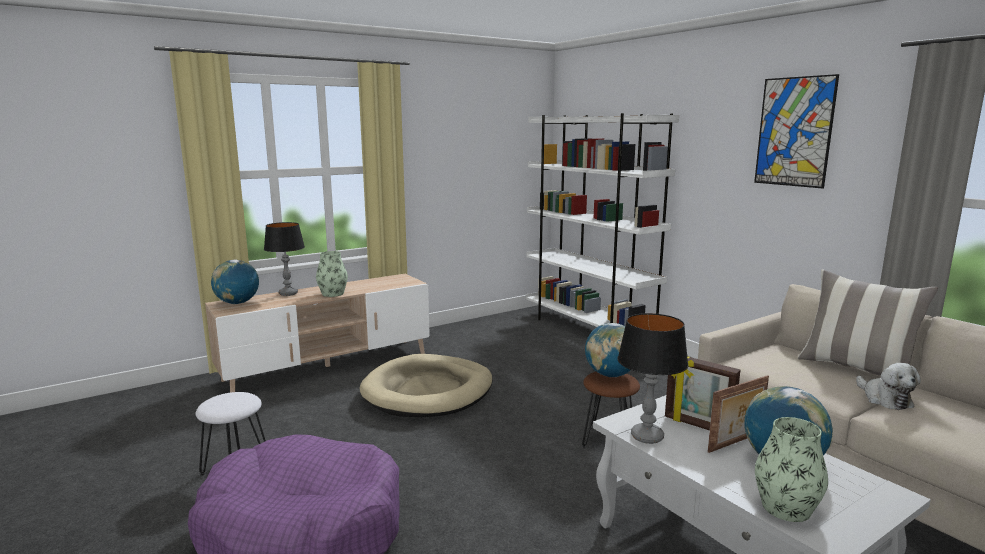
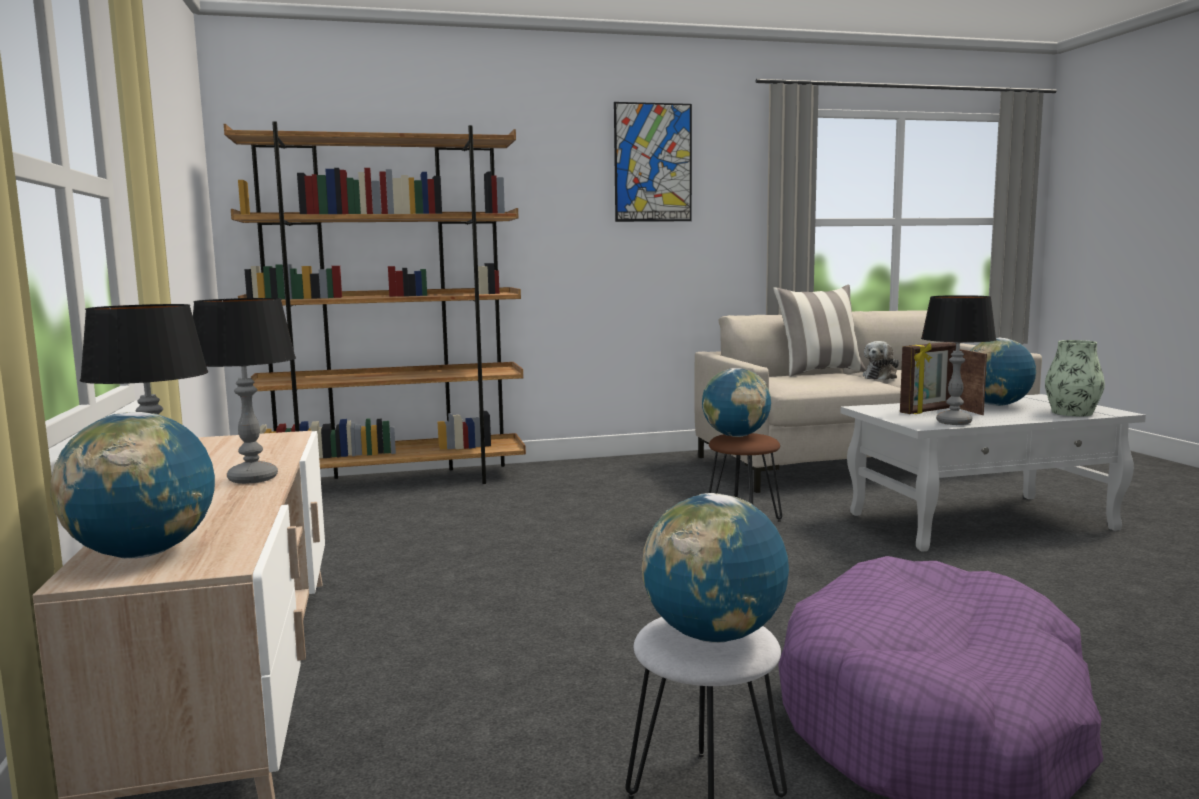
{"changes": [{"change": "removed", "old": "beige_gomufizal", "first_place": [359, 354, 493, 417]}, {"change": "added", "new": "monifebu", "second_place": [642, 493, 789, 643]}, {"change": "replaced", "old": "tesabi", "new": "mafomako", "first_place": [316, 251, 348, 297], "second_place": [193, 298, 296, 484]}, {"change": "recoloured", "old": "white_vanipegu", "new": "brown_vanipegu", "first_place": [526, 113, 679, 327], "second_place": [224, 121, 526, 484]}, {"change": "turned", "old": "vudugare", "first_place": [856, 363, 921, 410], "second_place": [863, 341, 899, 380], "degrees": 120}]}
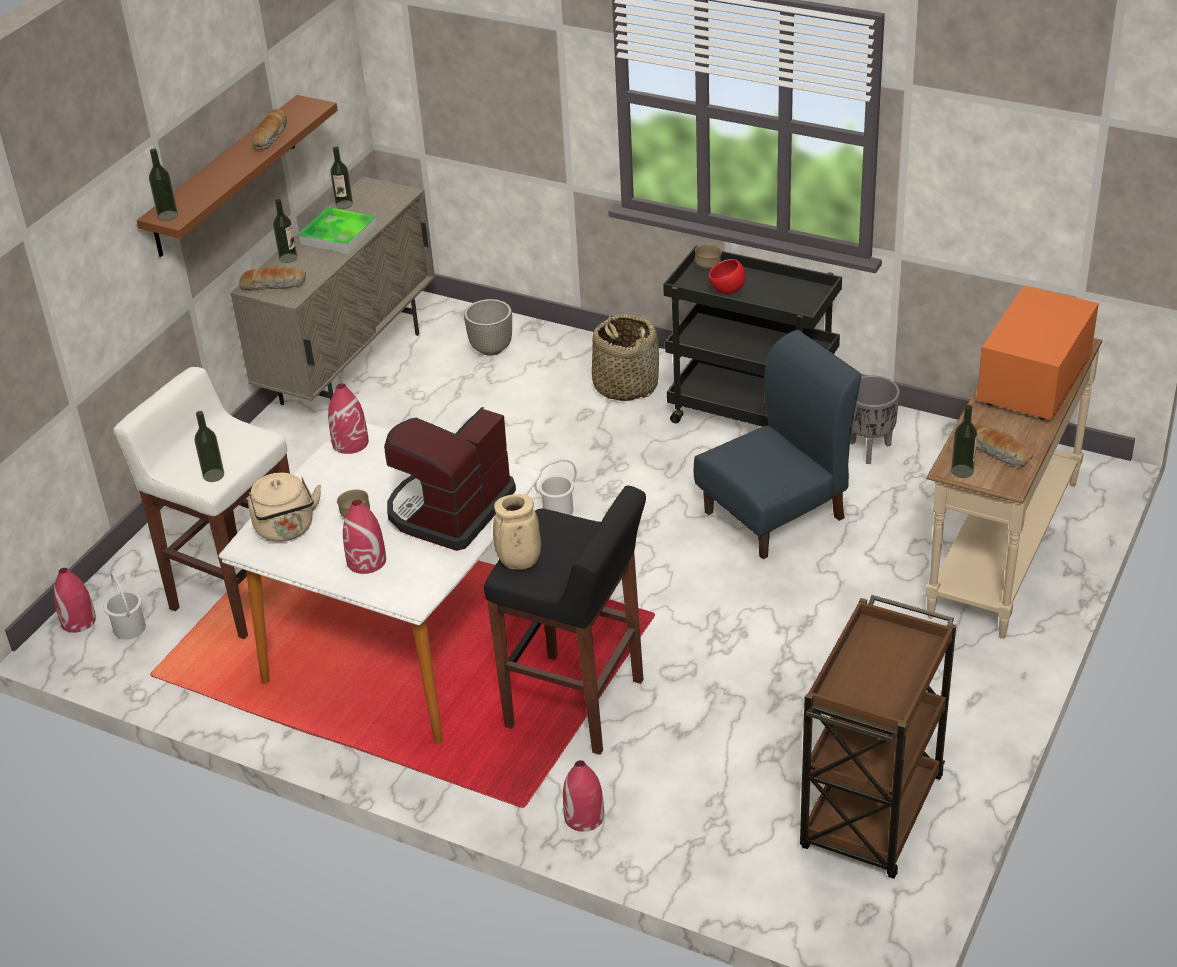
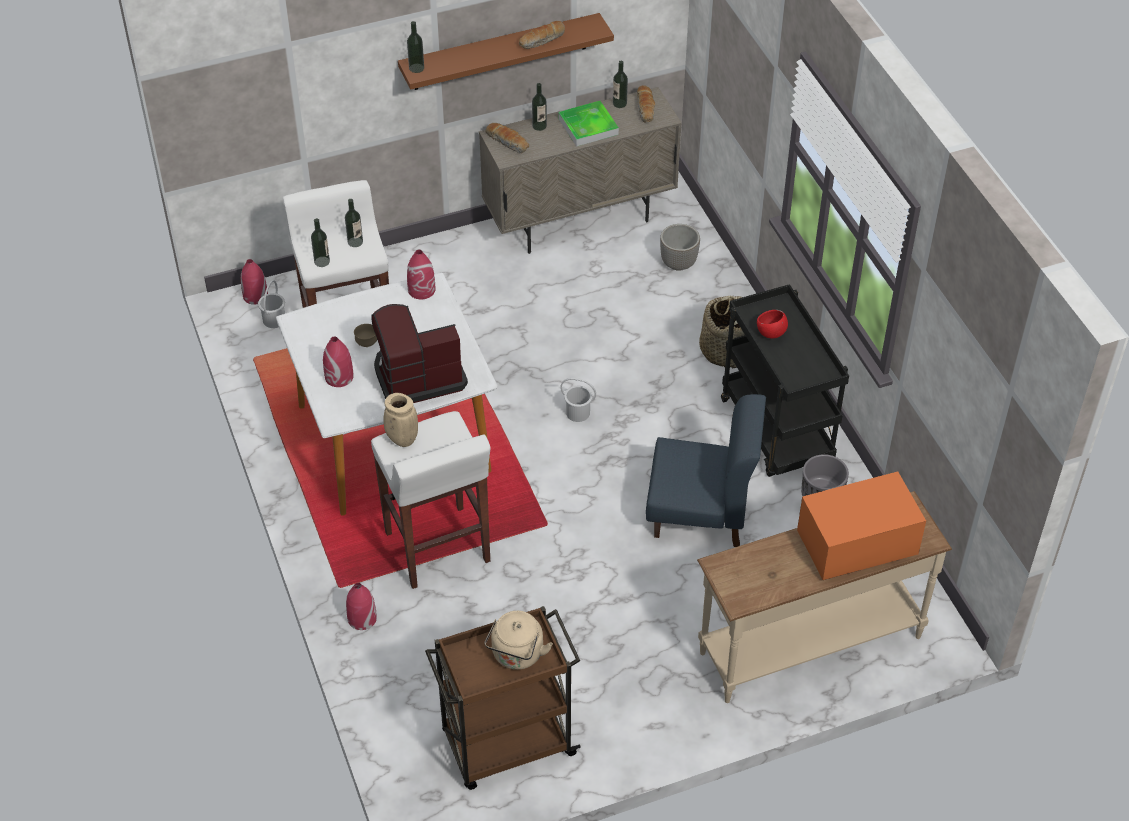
{"changes": [{"change": "removed", "old": "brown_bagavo", "first_place": [695, 244, 722, 271]}, {"change": "moved", "old": "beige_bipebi", "first_place": [248, 473, 321, 542], "second_place": [485, 611, 553, 670]}, {"change": "moved", "old": "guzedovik", "first_place": [951, 405, 977, 478], "second_place": [345, 199, 363, 247]}, {"change": "moved", "old": "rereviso", "first_place": [973, 424, 1033, 467], "second_place": [637, 85, 656, 122]}, {"change": "recoloured", "old": "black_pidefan", "new": "white_pidefan", "first_place": [484, 485, 646, 755], "second_place": [371, 411, 490, 589]}]}
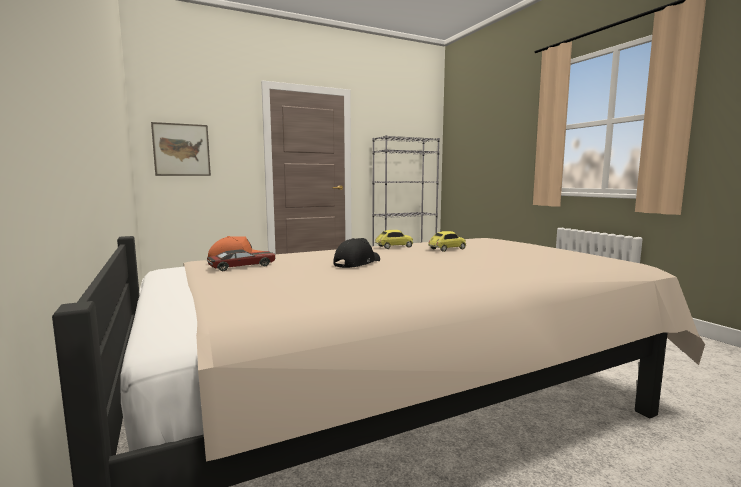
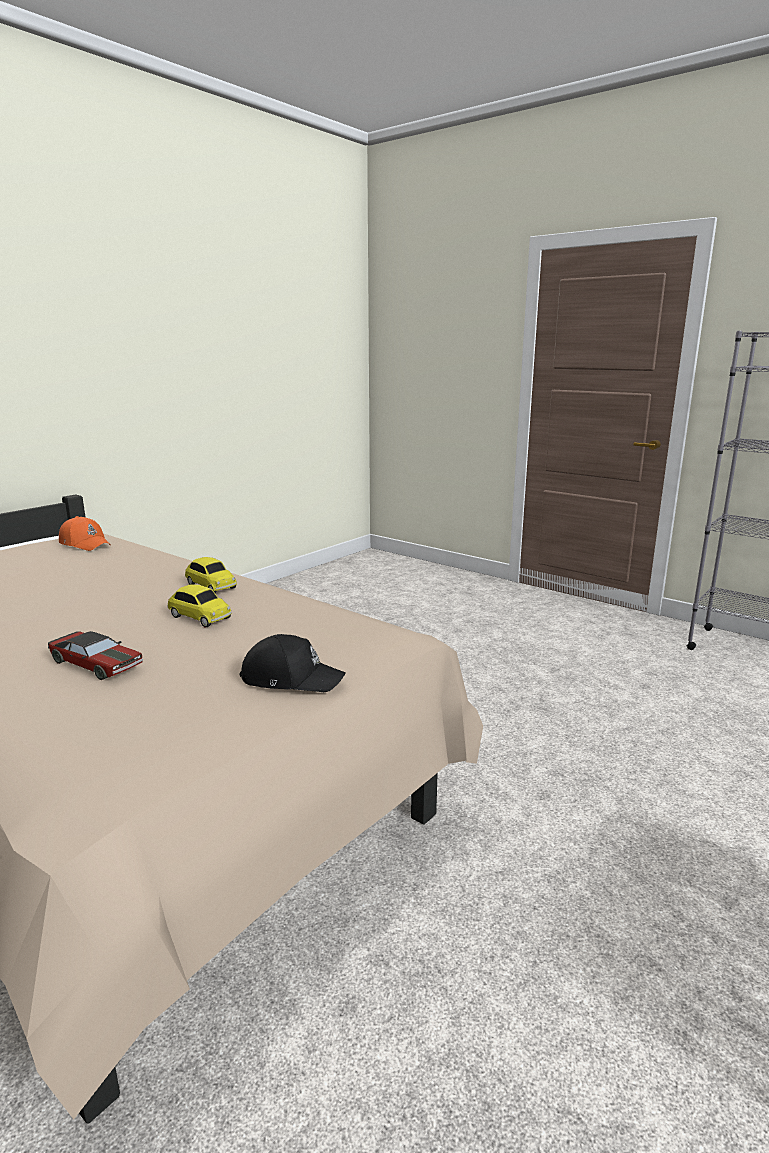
{"changes": [{"change": "removed", "old": "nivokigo", "first_place": [151, 122, 211, 176]}, {"change": "moved", "old": "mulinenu", "first_place": [207, 249, 276, 271], "second_place": [48, 631, 143, 680]}, {"change": "moved", "old": "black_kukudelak", "first_place": [333, 238, 380, 268], "second_place": [240, 634, 346, 692]}]}
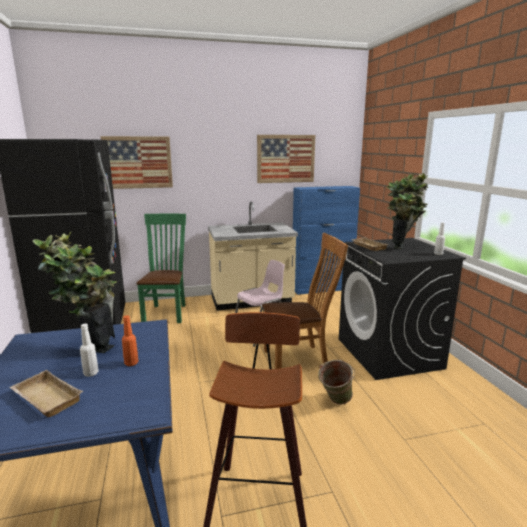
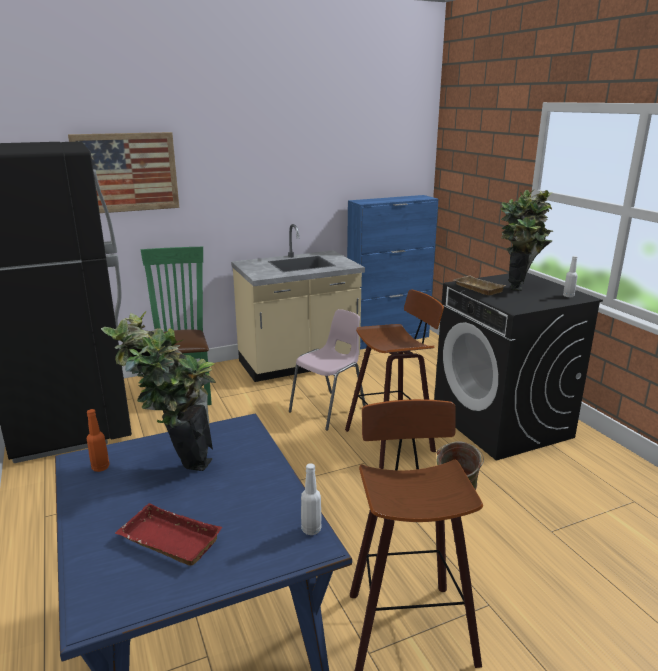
{"changes": [{"change": "removed", "old": "nivokigo", "first_place": [257, 135, 315, 183]}, {"change": "moved", "old": "white_guzedovik", "first_place": [80, 324, 99, 377], "second_place": [301, 463, 322, 535]}, {"change": "moved", "old": "orange_guzedovik", "first_place": [122, 315, 139, 366], "second_place": [87, 409, 110, 472]}, {"change": "replaced", "old": "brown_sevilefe", "new": "pidefan", "first_place": [262, 233, 348, 369], "second_place": [345, 290, 444, 469]}, {"change": "recoloured", "old": "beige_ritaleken", "new": "red_ritaleken", "first_place": [9, 370, 83, 417], "second_place": [115, 503, 222, 566]}]}
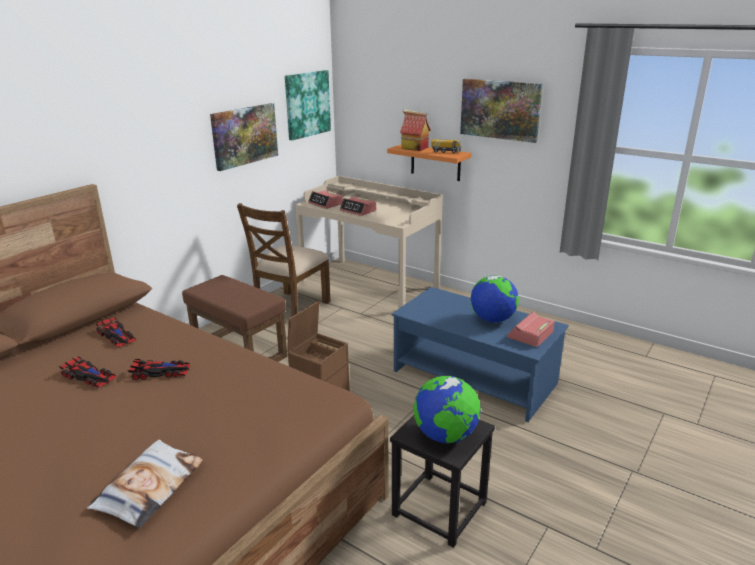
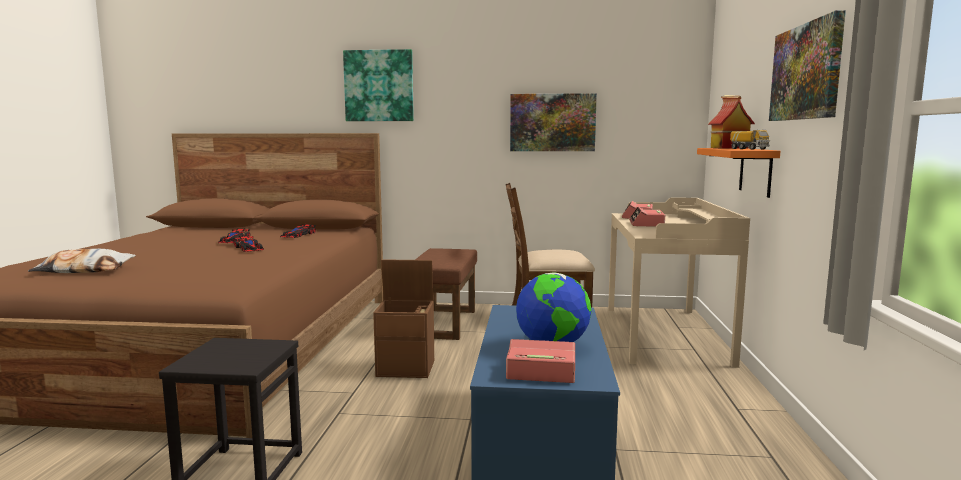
{"changes": [{"change": "removed", "old": "monifebu", "first_place": [413, 376, 481, 443]}, {"change": "moved", "old": "nivokigo", "first_place": [285, 70, 331, 140], "second_place": [343, 49, 414, 121]}]}
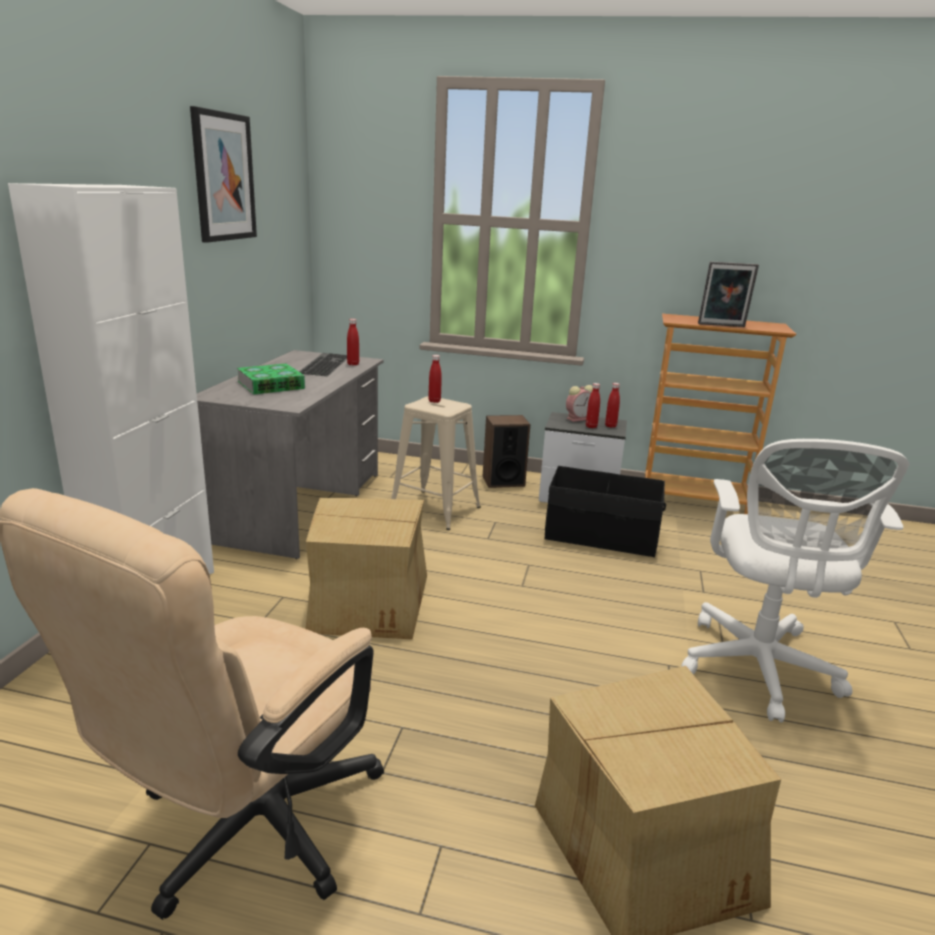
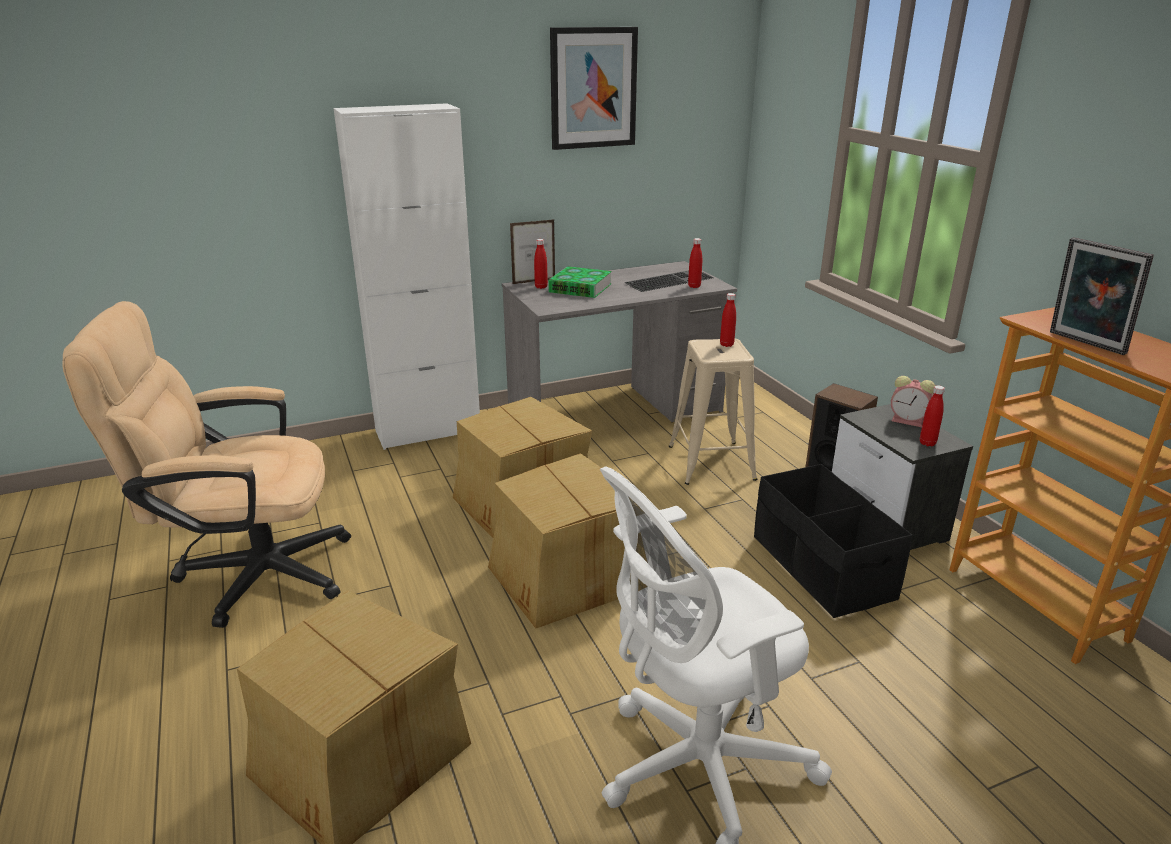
{"changes": [{"change": "added", "new": "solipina", "second_place": [488, 453, 646, 629]}, {"change": "added", "new": "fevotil", "second_place": [510, 219, 555, 284]}, {"change": "moved", "old": "red_guzedovik", "first_place": [586, 383, 600, 428], "second_place": [534, 239, 548, 289]}]}
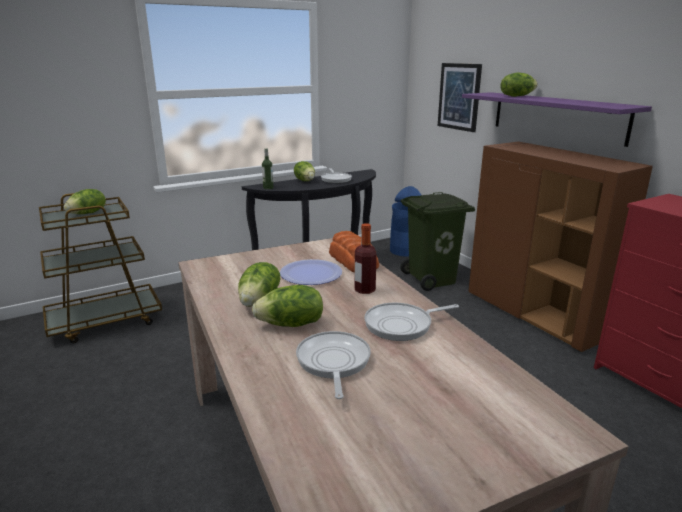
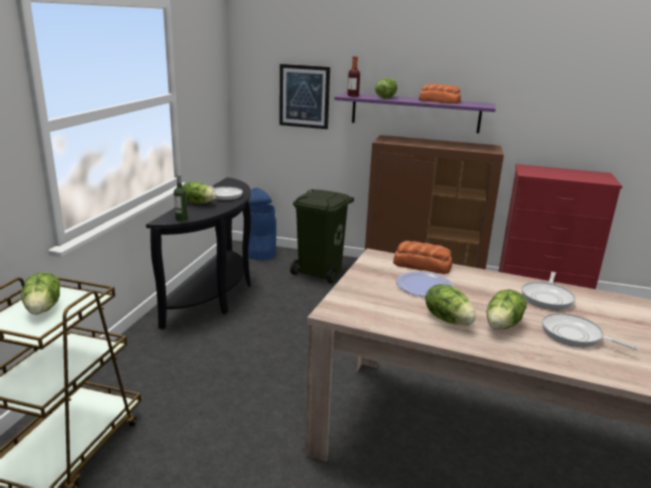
{"changes": [{"change": "added", "new": "rereviso", "second_place": [419, 83, 461, 104]}, {"change": "moved", "old": "guzedovik", "first_place": [354, 223, 377, 294], "second_place": [347, 56, 360, 97]}]}
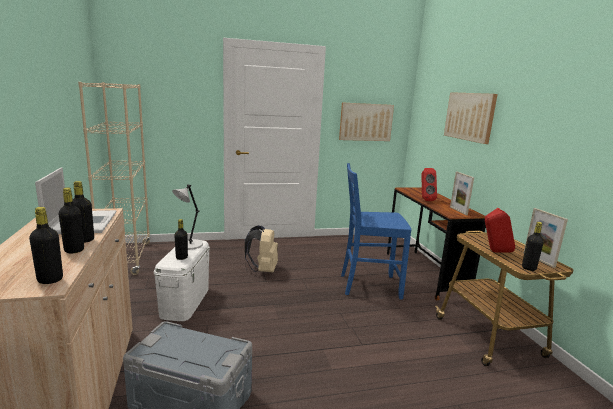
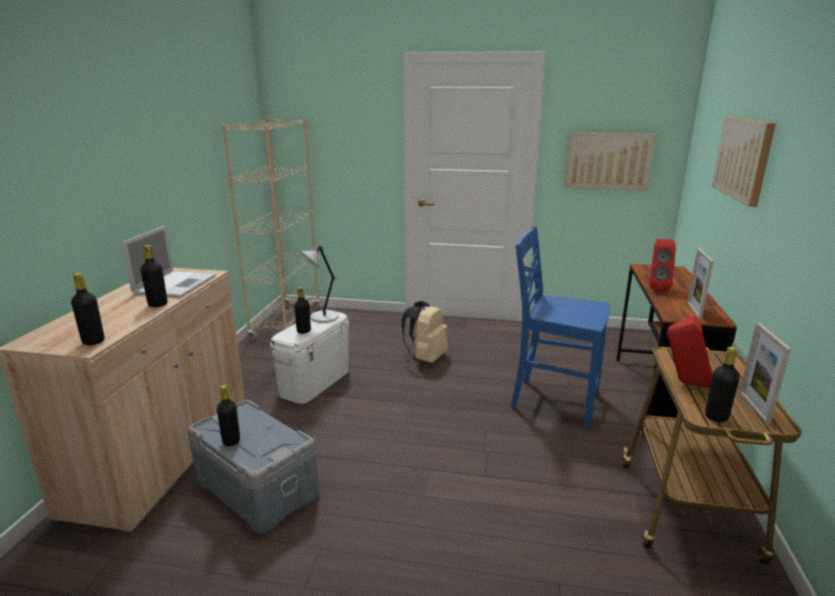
{"changes": [{"change": "moved", "old": "black_guzedovik", "first_place": [59, 187, 84, 253], "second_place": [217, 385, 240, 446]}]}
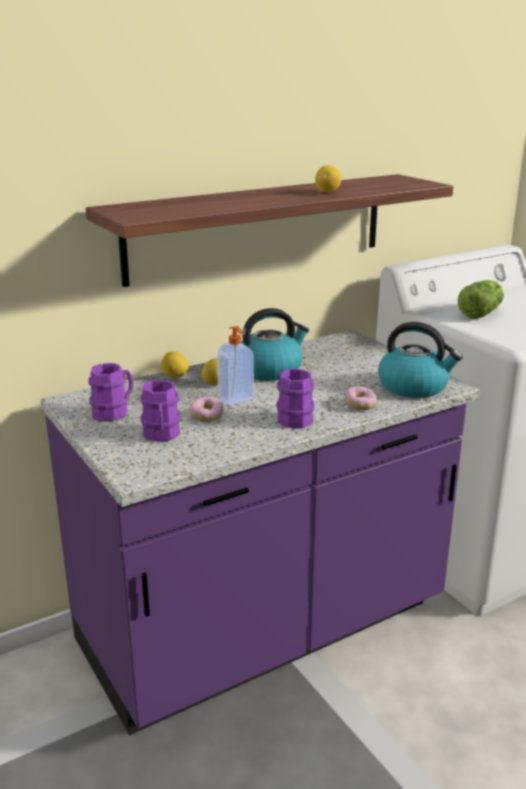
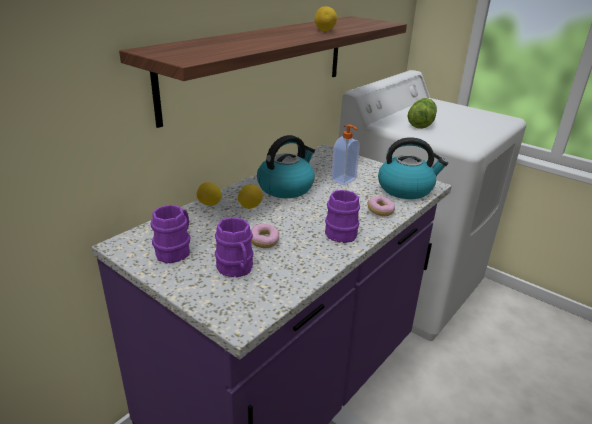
{"changes": [{"change": "moved", "old": "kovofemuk", "first_place": [217, 326, 254, 405], "second_place": [331, 125, 360, 185]}]}
